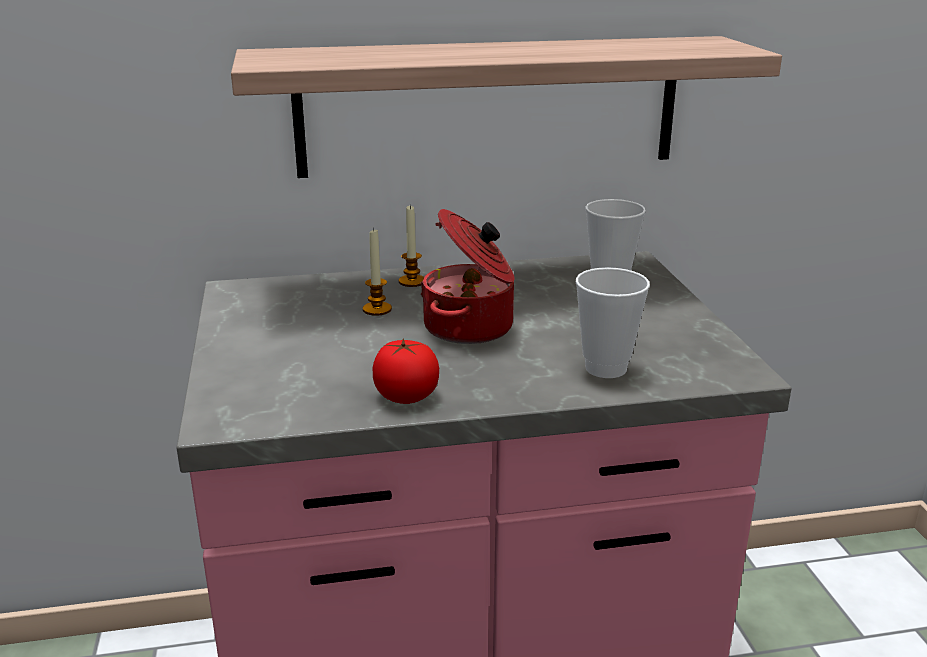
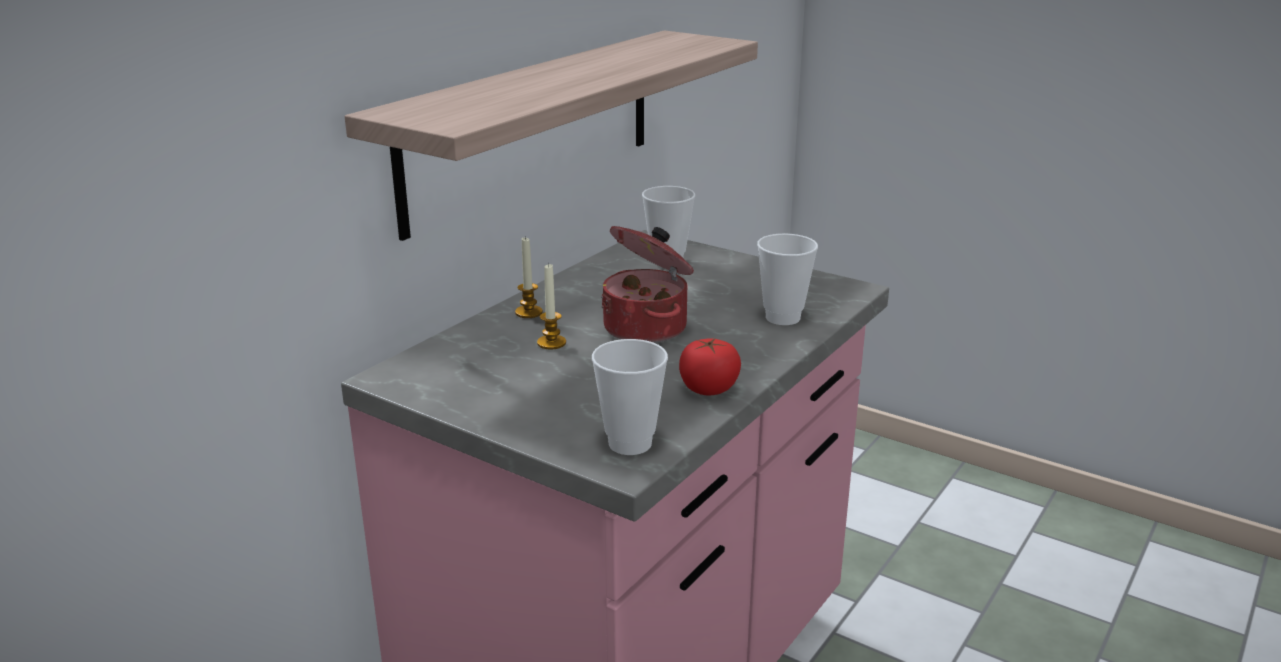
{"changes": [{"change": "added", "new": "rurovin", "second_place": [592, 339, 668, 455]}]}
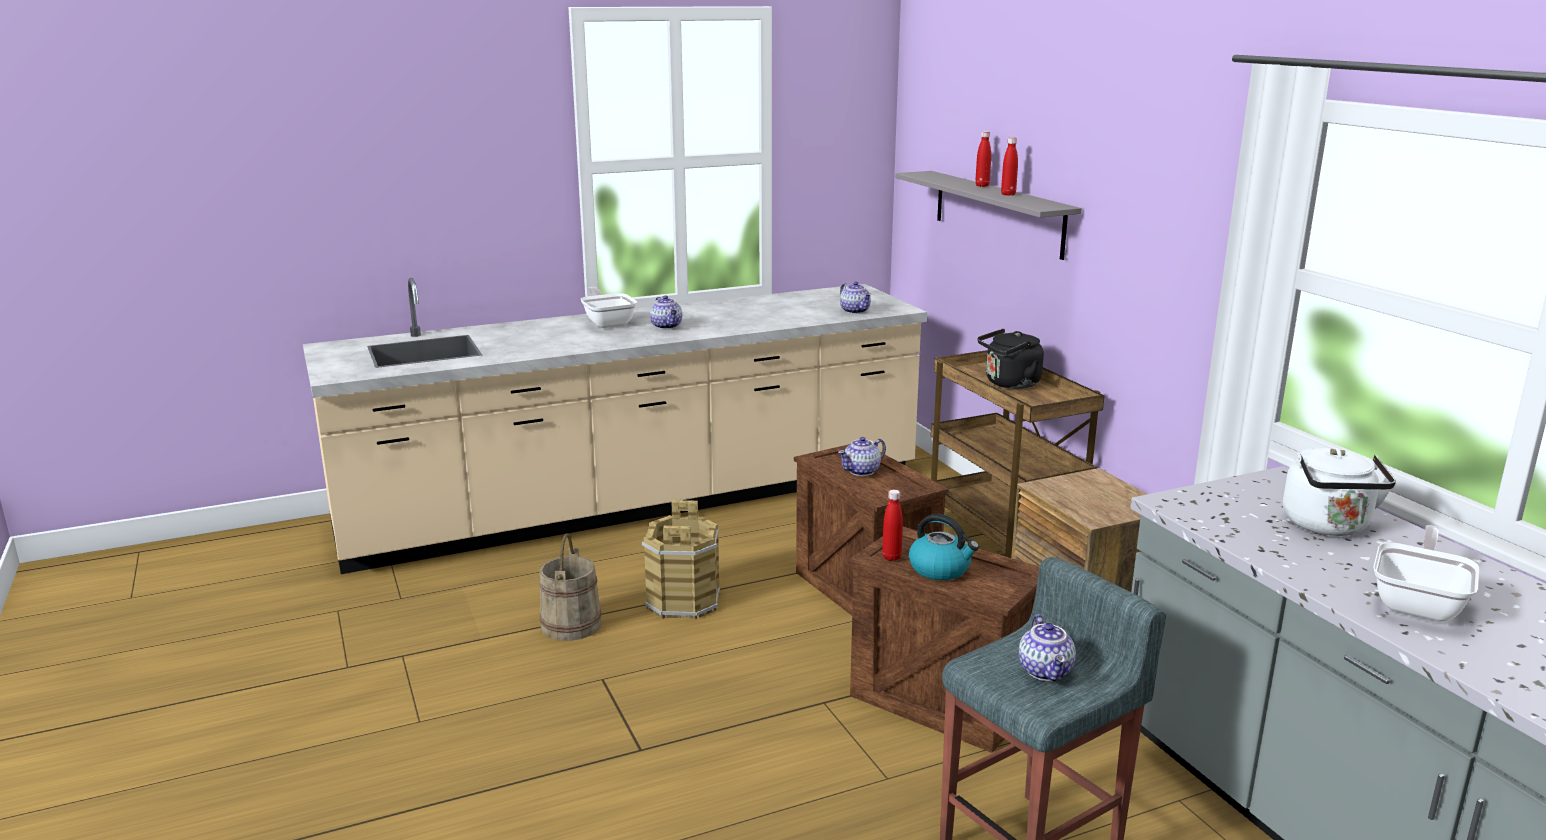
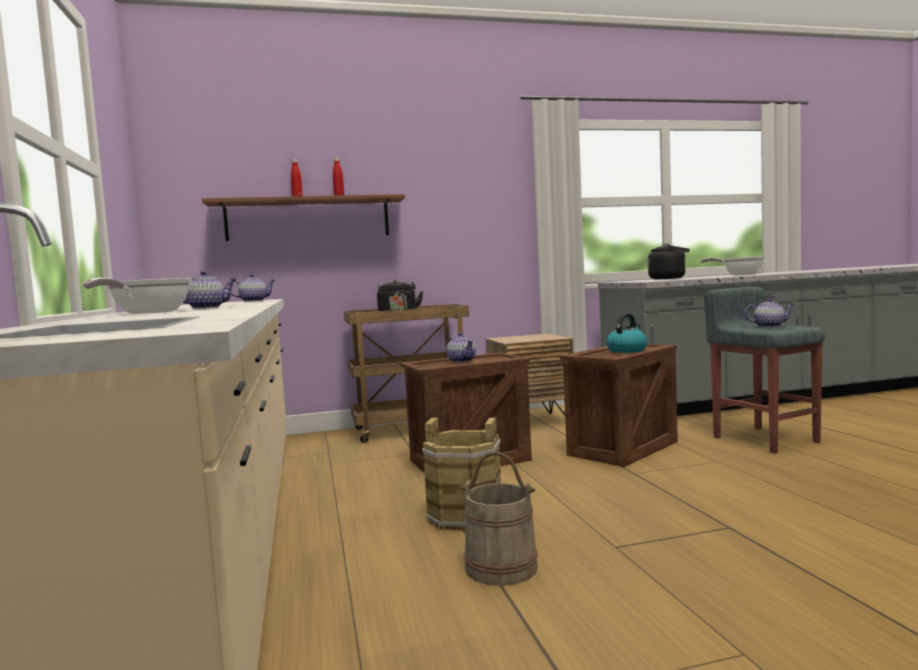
{"changes": [{"change": "removed", "old": "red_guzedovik", "first_place": [882, 490, 903, 561]}, {"change": "recoloured", "old": "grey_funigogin", "new": "brown_funigogin", "first_place": [895, 171, 1082, 260], "second_place": [202, 194, 405, 241]}, {"change": "recoloured", "old": "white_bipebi", "new": "black_bipebi", "first_place": [1283, 448, 1396, 536], "second_place": [648, 244, 690, 279]}, {"change": "turned", "old": "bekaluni", "first_place": [581, 287, 637, 328], "second_place": [82, 278, 192, 314], "degrees": -60}]}
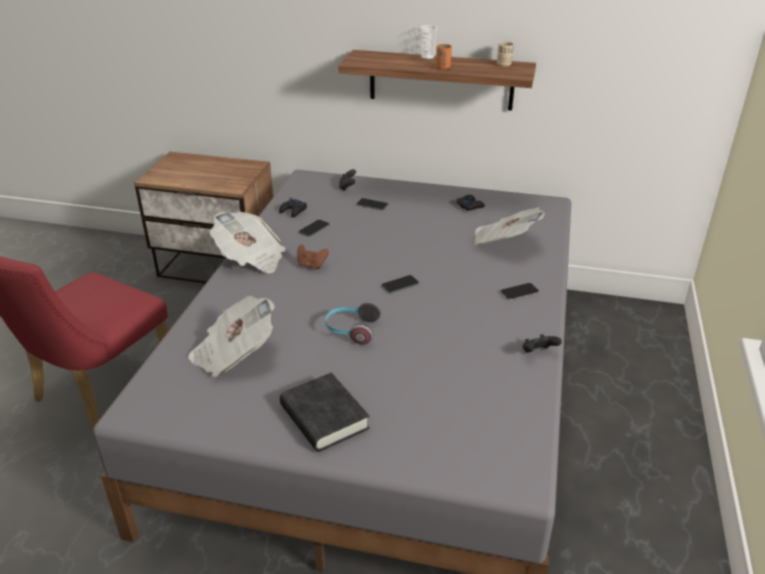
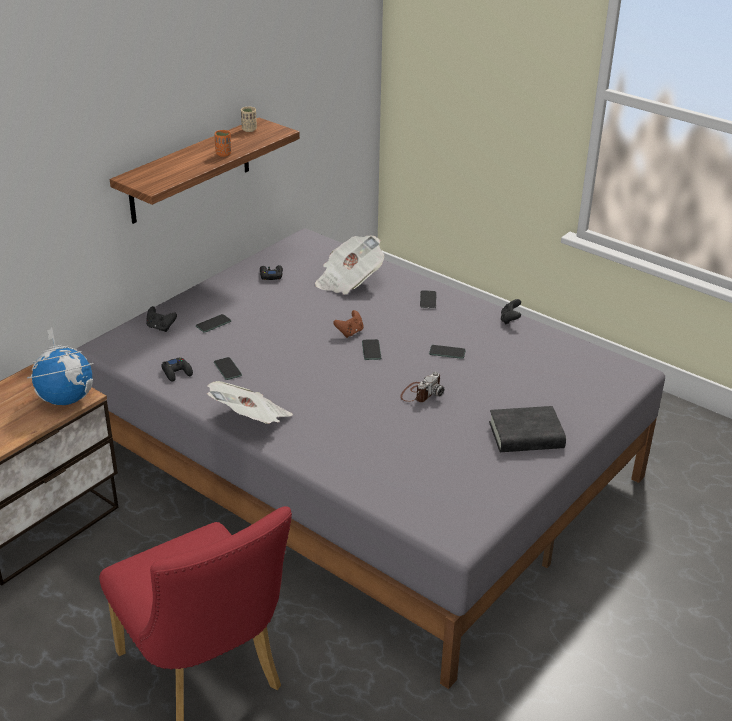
{"changes": [{"change": "removed", "old": "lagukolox", "first_place": [188, 296, 275, 377]}, {"change": "removed", "old": "rurovin", "first_place": [420, 25, 437, 59]}, {"change": "added", "new": "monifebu", "second_place": [27, 328, 94, 405]}, {"change": "added", "new": "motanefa", "second_place": [429, 345, 466, 359]}, {"change": "moved", "old": "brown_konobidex", "first_place": [297, 245, 329, 269], "second_place": [333, 310, 364, 338]}, {"change": "replaced", "old": "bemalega", "new": "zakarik", "first_place": [325, 302, 381, 345], "second_place": [400, 372, 444, 402]}]}
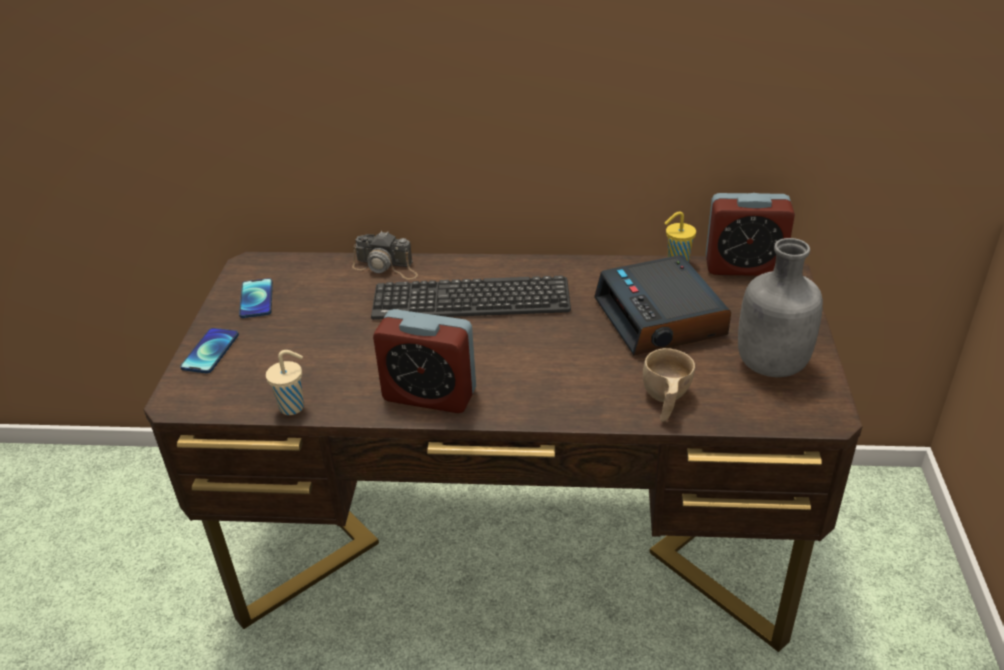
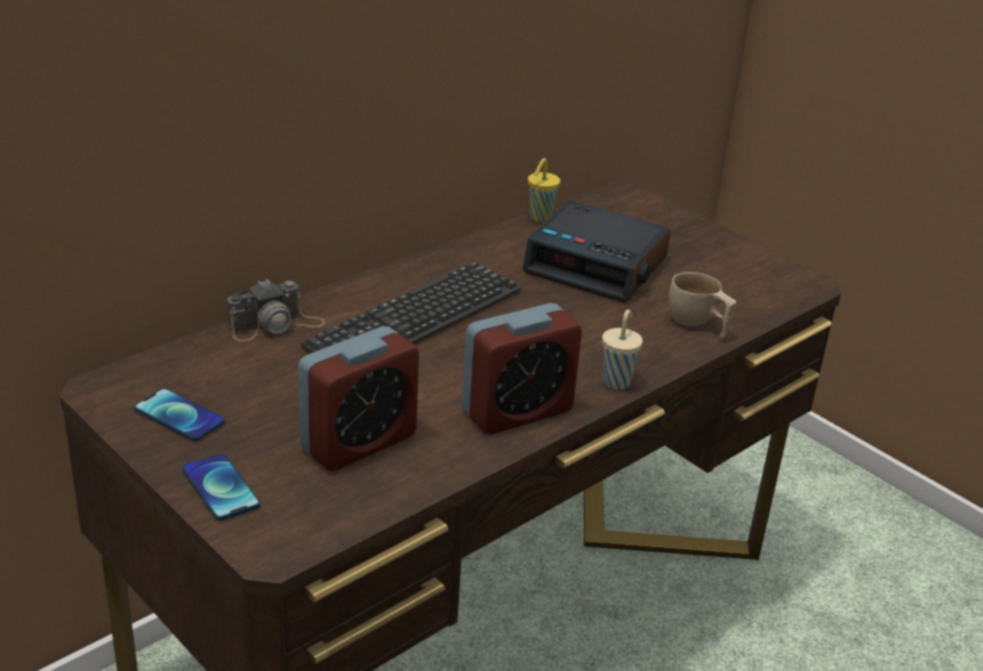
{"changes": [{"change": "removed", "old": "grey_guzedovik", "first_place": [738, 238, 823, 377]}, {"change": "moved", "old": "beige_rurovin", "first_place": [266, 350, 304, 415], "second_place": [602, 310, 643, 390]}, {"change": "moved", "old": "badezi", "first_place": [706, 193, 795, 276], "second_place": [298, 326, 419, 471]}]}
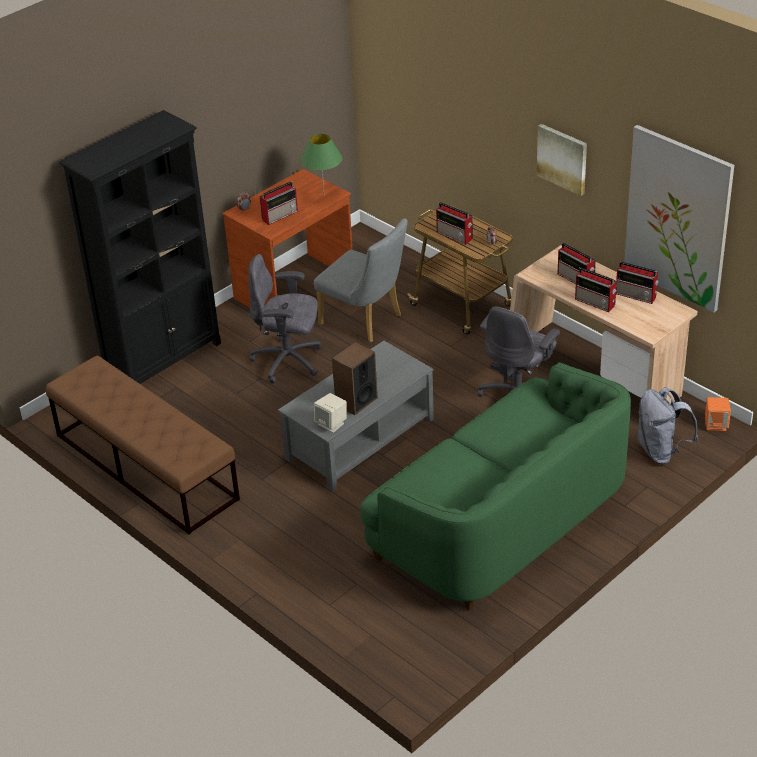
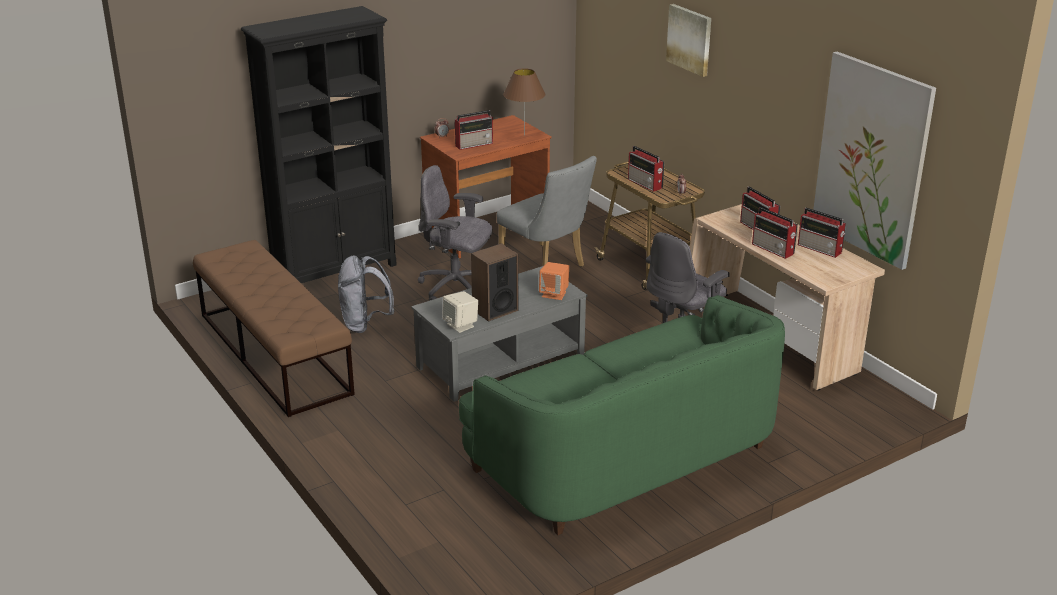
{"changes": [{"change": "moved", "old": "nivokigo", "first_place": [537, 124, 587, 196], "second_place": [666, 4, 711, 77]}, {"change": "moved", "old": "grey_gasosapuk", "first_place": [637, 387, 698, 464], "second_place": [338, 256, 394, 333]}, {"change": "moved", "old": "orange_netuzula", "first_place": [705, 397, 731, 431], "second_place": [539, 262, 569, 300]}, {"change": "recoloured", "old": "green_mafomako", "new": "brown_mafomako", "first_place": [301, 134, 342, 196], "second_place": [503, 68, 545, 136]}]}
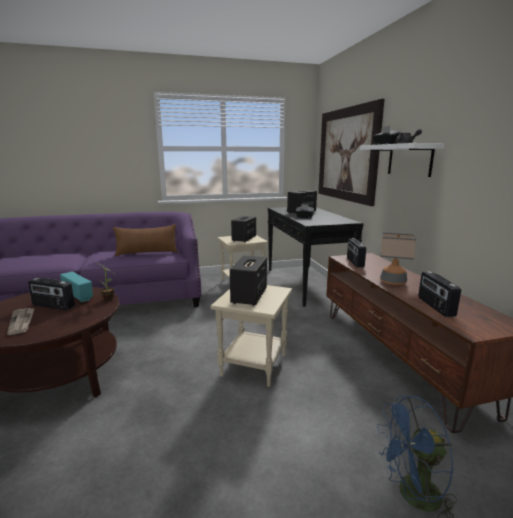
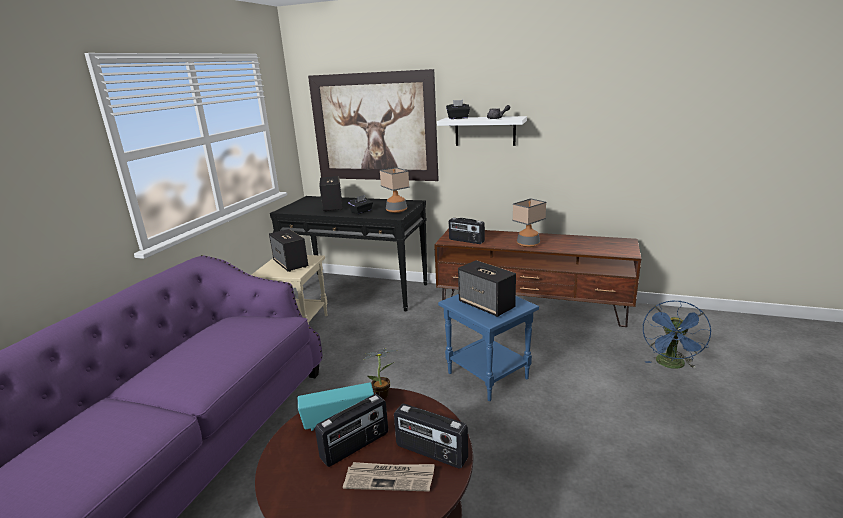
{"changes": [{"change": "removed", "old": "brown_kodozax", "first_place": [113, 224, 178, 256]}, {"change": "added", "new": "mafomako", "second_place": [380, 167, 409, 213]}, {"change": "moved", "old": "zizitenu", "first_place": [418, 271, 461, 317], "second_place": [394, 404, 468, 469]}, {"change": "recoloured", "old": "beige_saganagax", "new": "blue_saganagax", "first_place": [210, 285, 292, 387], "second_place": [438, 294, 539, 401]}]}
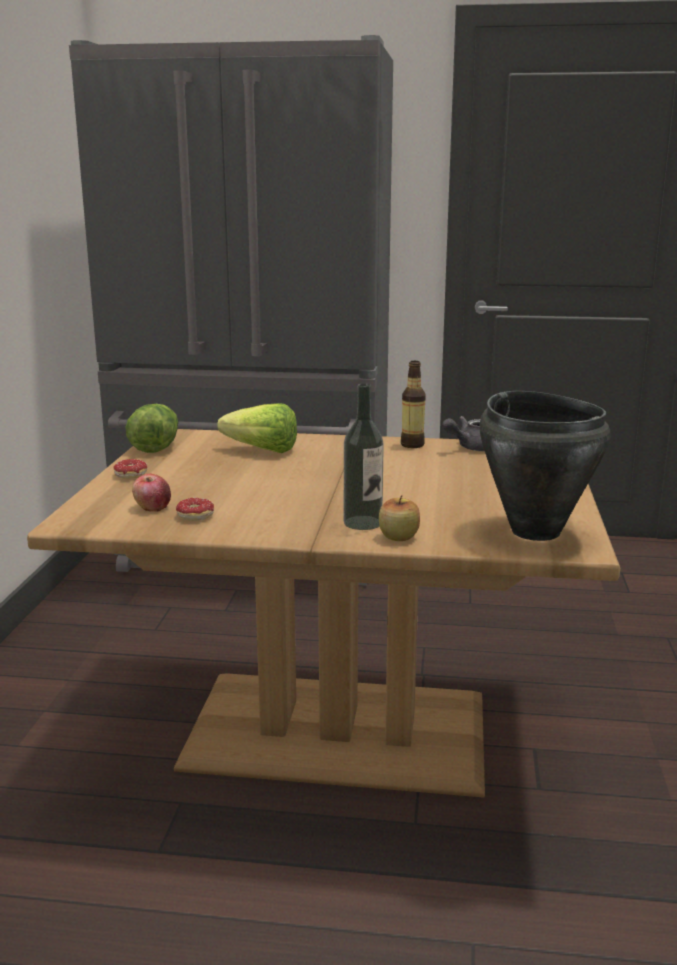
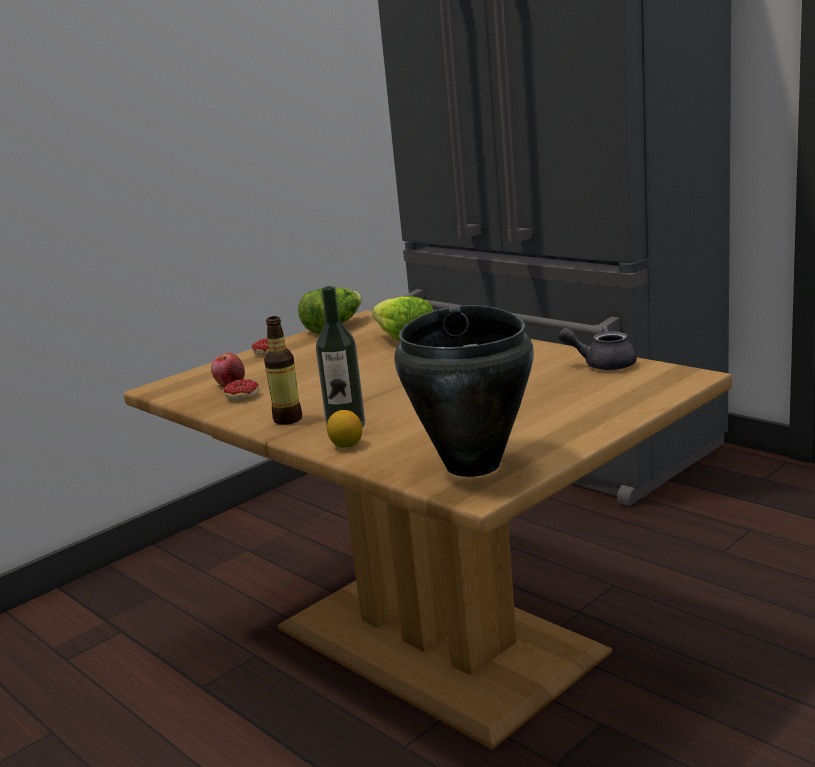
{"changes": [{"change": "moved", "old": "guzedovik", "first_place": [401, 361, 426, 448], "second_place": [264, 316, 302, 425]}, {"change": "replaced", "old": "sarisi", "new": "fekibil", "first_place": [379, 495, 420, 541], "second_place": [327, 410, 362, 448]}]}
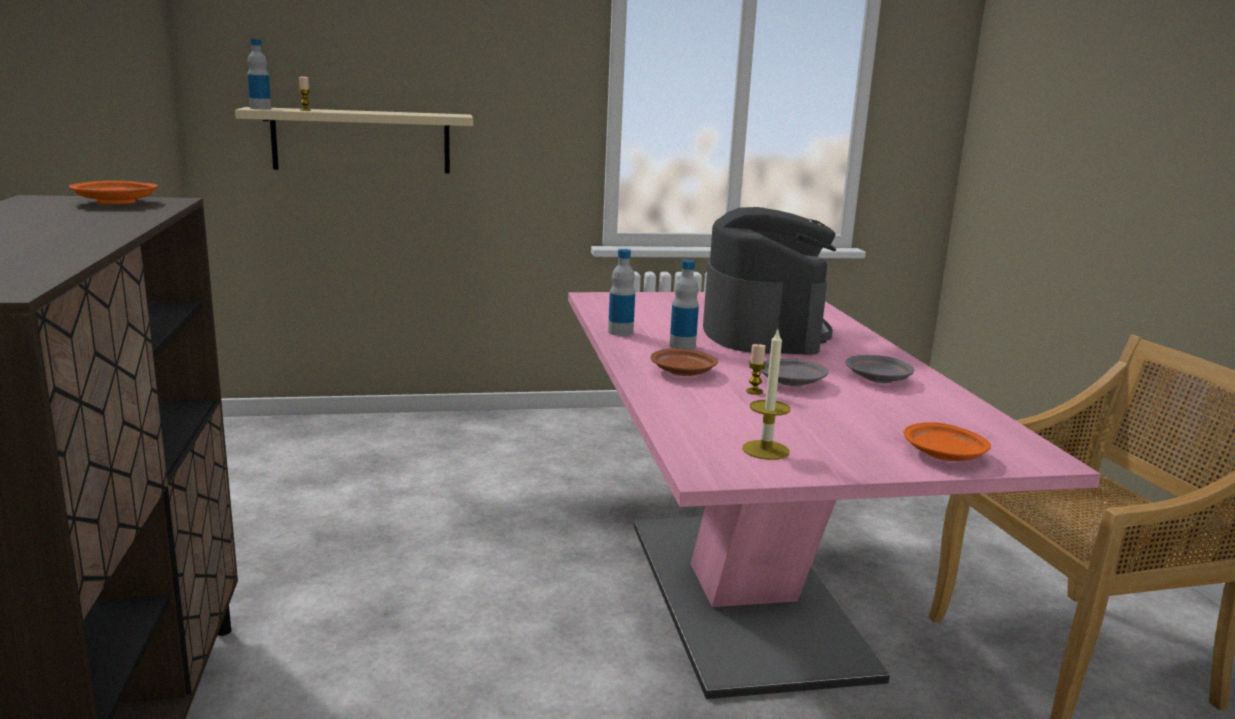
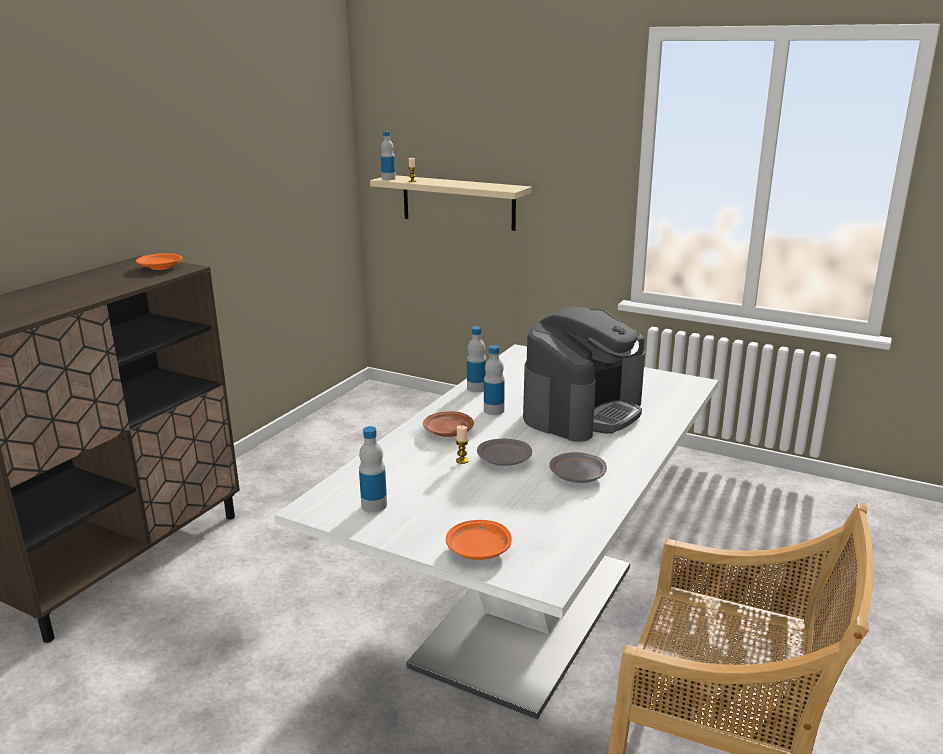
{"changes": [{"change": "replaced", "old": "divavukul", "new": "guzedovik", "first_place": [742, 330, 791, 460], "second_place": [359, 426, 387, 512]}, {"change": "recoloured", "old": "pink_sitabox", "new": "white_sitabox", "first_place": [568, 292, 1101, 699], "second_place": [275, 344, 718, 720]}]}
